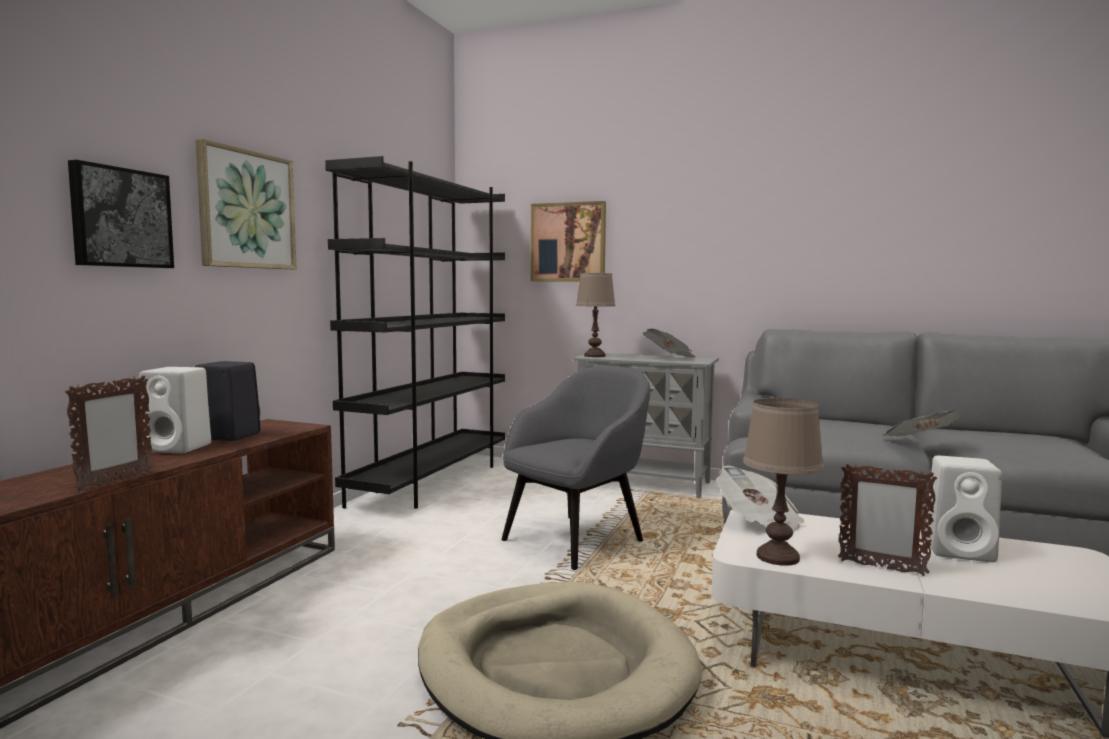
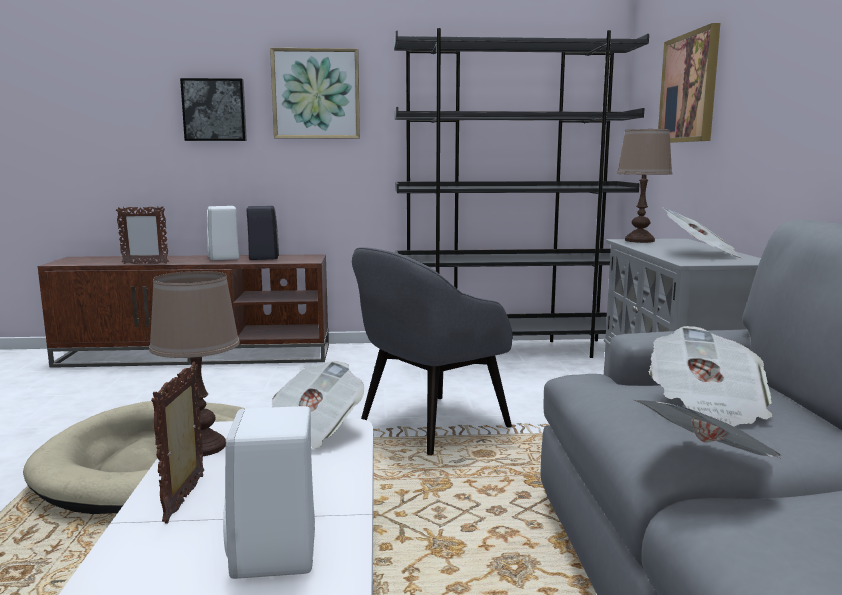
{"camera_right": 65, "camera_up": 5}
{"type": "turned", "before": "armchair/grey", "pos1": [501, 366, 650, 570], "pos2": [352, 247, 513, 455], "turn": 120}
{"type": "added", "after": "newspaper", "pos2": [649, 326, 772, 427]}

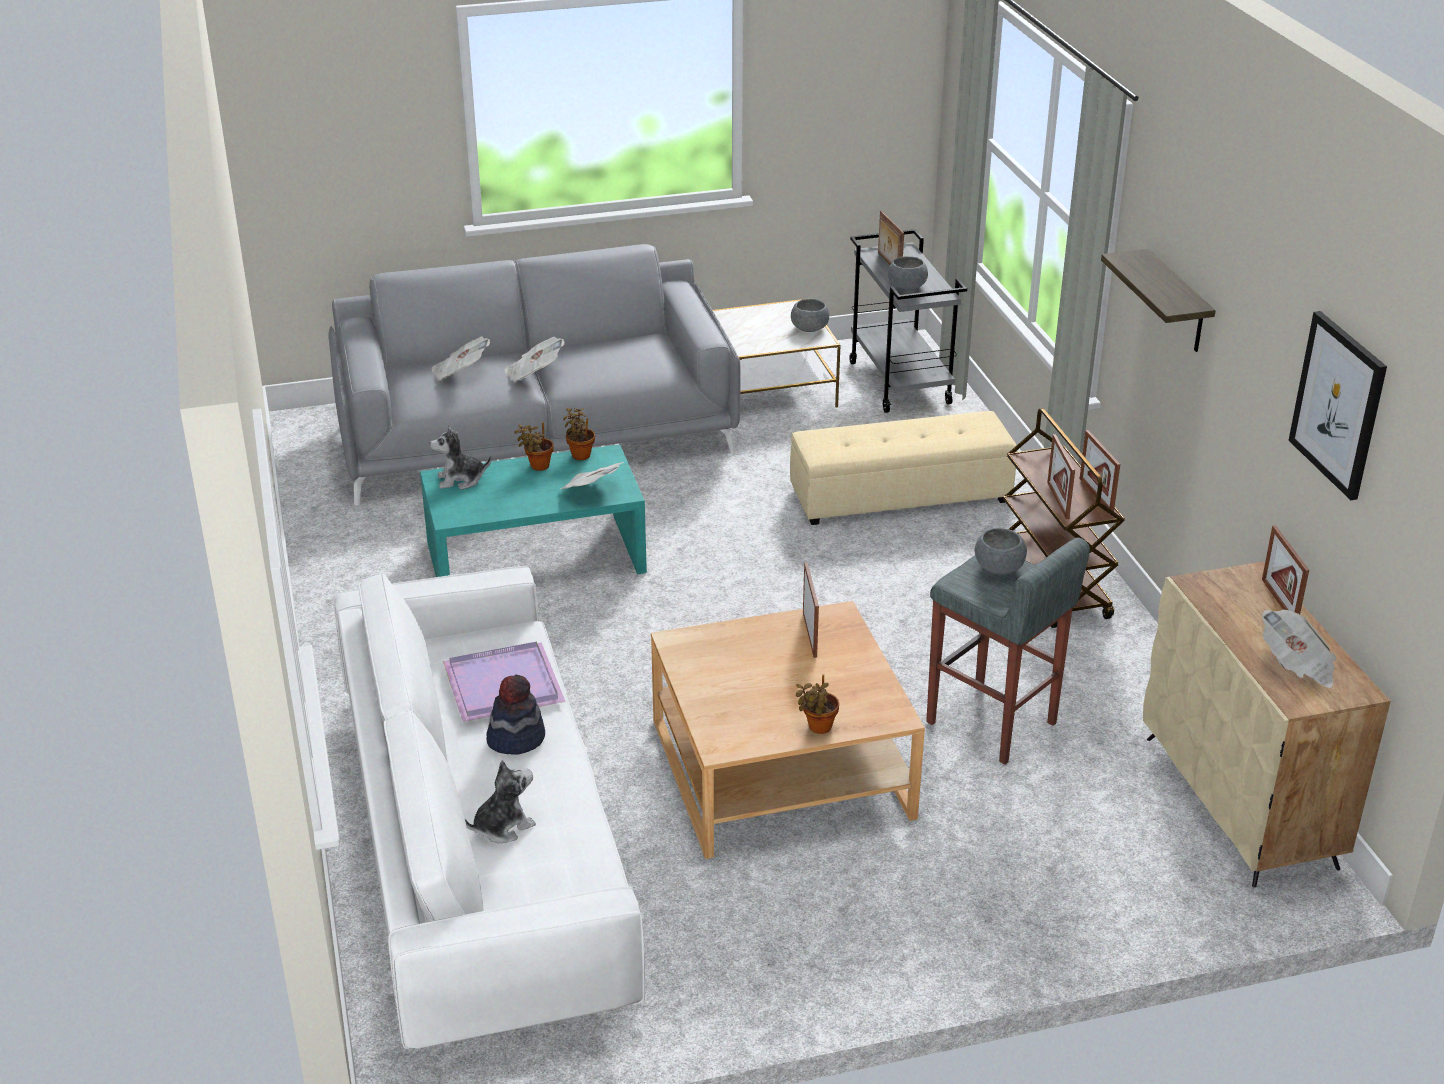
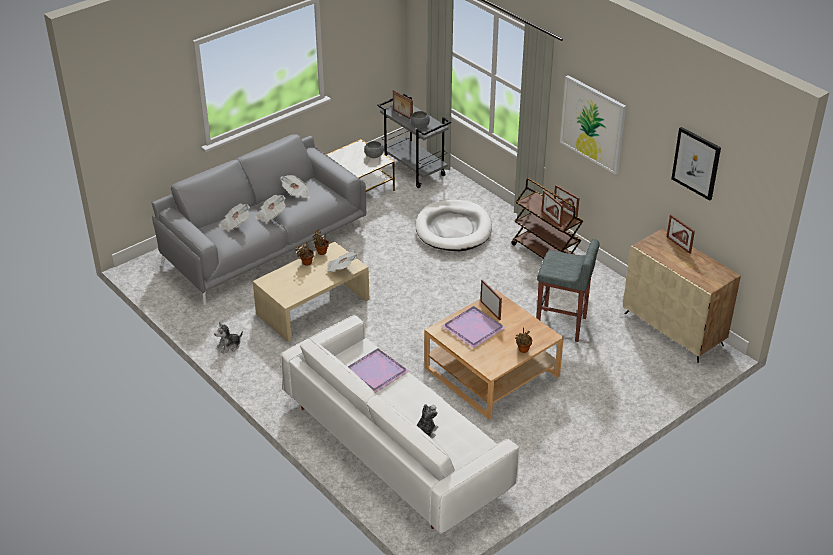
{"camera_right": -25, "camera_up": 5}
{"type": "replaced", "before": "shelf", "after": "picture", "pos1": [1101, 249, 1216, 352], "pos2": [560, 75, 626, 175]}
{"type": "replaced", "before": "ottoman/beige", "after": "dog bed/white", "pos1": [790, 411, 1017, 525], "pos2": [416, 200, 492, 251]}
{"type": "moved", "before": "plush toy", "pos1": [430, 425, 491, 490], "pos2": [214, 322, 243, 354]}
{"type": "recoloured", "before": "coffee table/turquoise", "after": "coffee table/beige", "pos1": [420, 444, 647, 577], "pos2": [253, 242, 369, 342]}
{"type": "removed", "before": "bowl/grey", "pos1": [975, 528, 1027, 575]}
{"type": "moved", "before": "newspaper", "pos1": [1262, 610, 1336, 688], "pos2": [280, 175, 310, 198]}
{"type": "removed", "before": "hat", "pos1": [486, 675, 545, 755]}
{"type": "added", "after": "tray/purple", "pos2": [442, 306, 506, 348]}

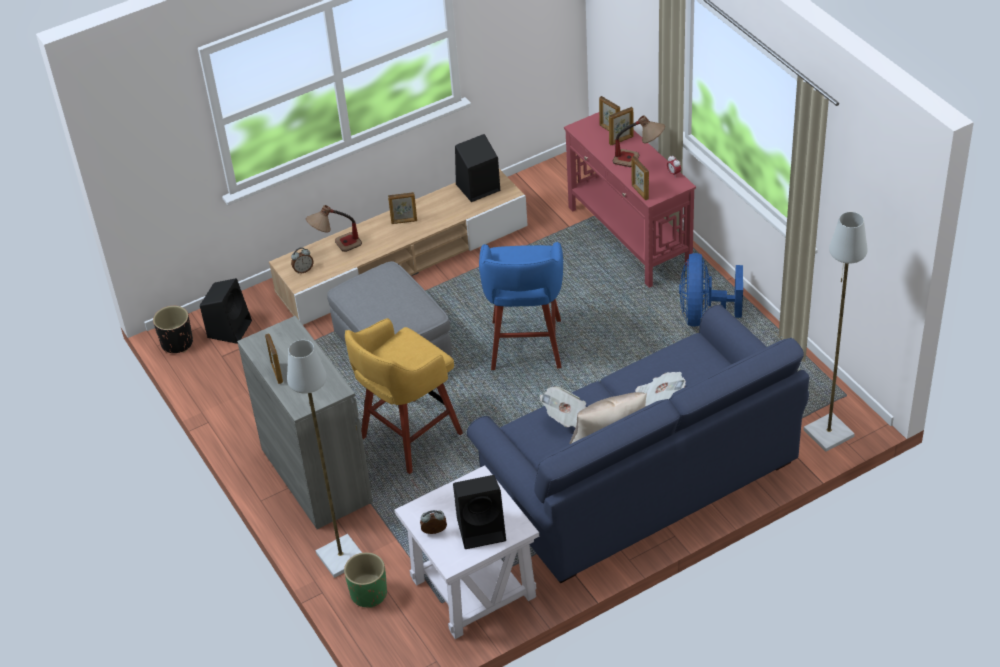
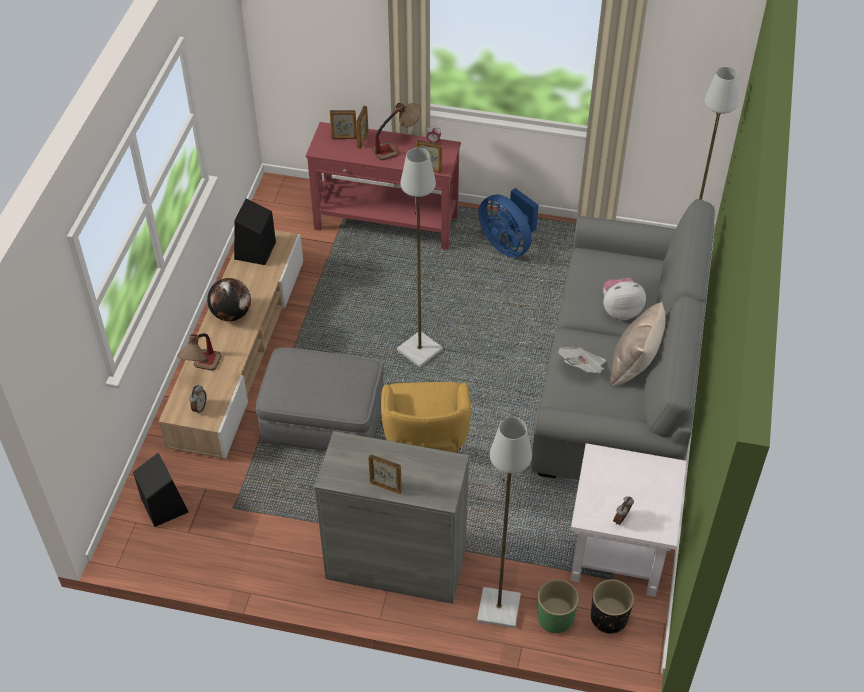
{"camera_right": -50, "camera_up": 5}
{"type": "replaced", "before": "picture frame", "after": "globe", "pos1": [388, 192, 417, 224], "pos2": [207, 278, 251, 322]}
{"type": "replaced", "before": "stool/blue", "after": "floor lamp/grey", "pos1": [479, 242, 563, 370], "pos2": [397, 148, 443, 367]}
{"type": "recoloured", "before": "sofa/blue", "after": "sofa/grey", "pos1": [467, 305, 809, 583], "pos2": [531, 199, 715, 480]}
{"type": "moved", "before": "planter/black", "pos1": [153, 306, 193, 353], "pos2": [591, 579, 634, 634]}
{"type": "replaced", "before": "newspaper", "after": "plush toy", "pos1": [635, 372, 686, 407], "pos2": [603, 278, 646, 320]}
{"type": "removed", "before": "speaker/black", "pos1": [453, 475, 506, 549]}

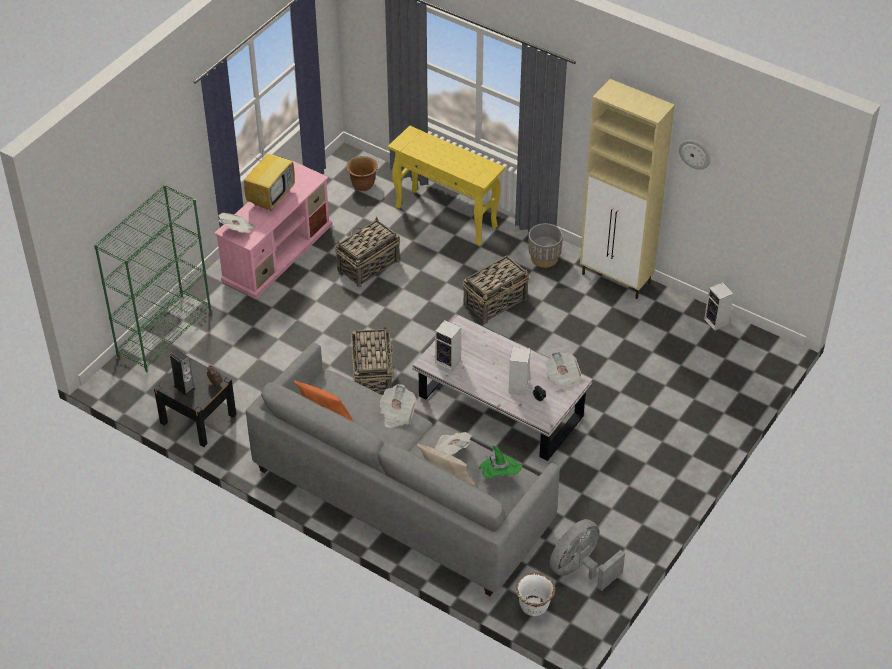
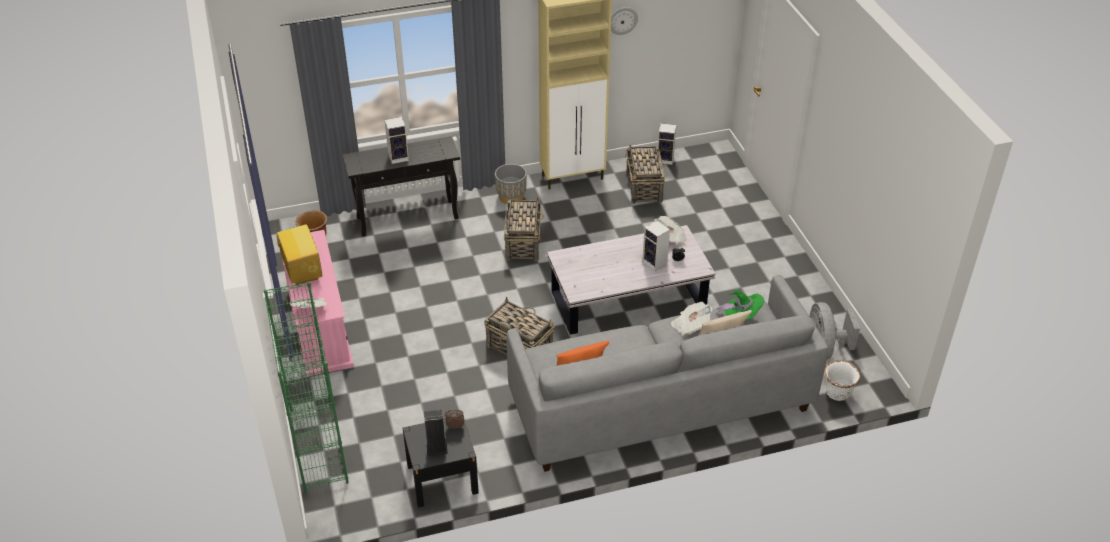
{"camera_right": -50, "camera_up": -5}
{"type": "recoloured", "before": "console table/yellow", "after": "console table/black", "pos1": [388, 126, 505, 246], "pos2": [342, 136, 460, 236]}
{"type": "moved", "before": "basket", "pos1": [335, 216, 400, 287], "pos2": [625, 145, 665, 204]}
{"type": "moved", "before": "speaker", "pos1": [435, 320, 461, 371], "pos2": [384, 117, 409, 164]}
{"type": "removed", "before": "newspaper", "pos1": [379, 384, 417, 428]}

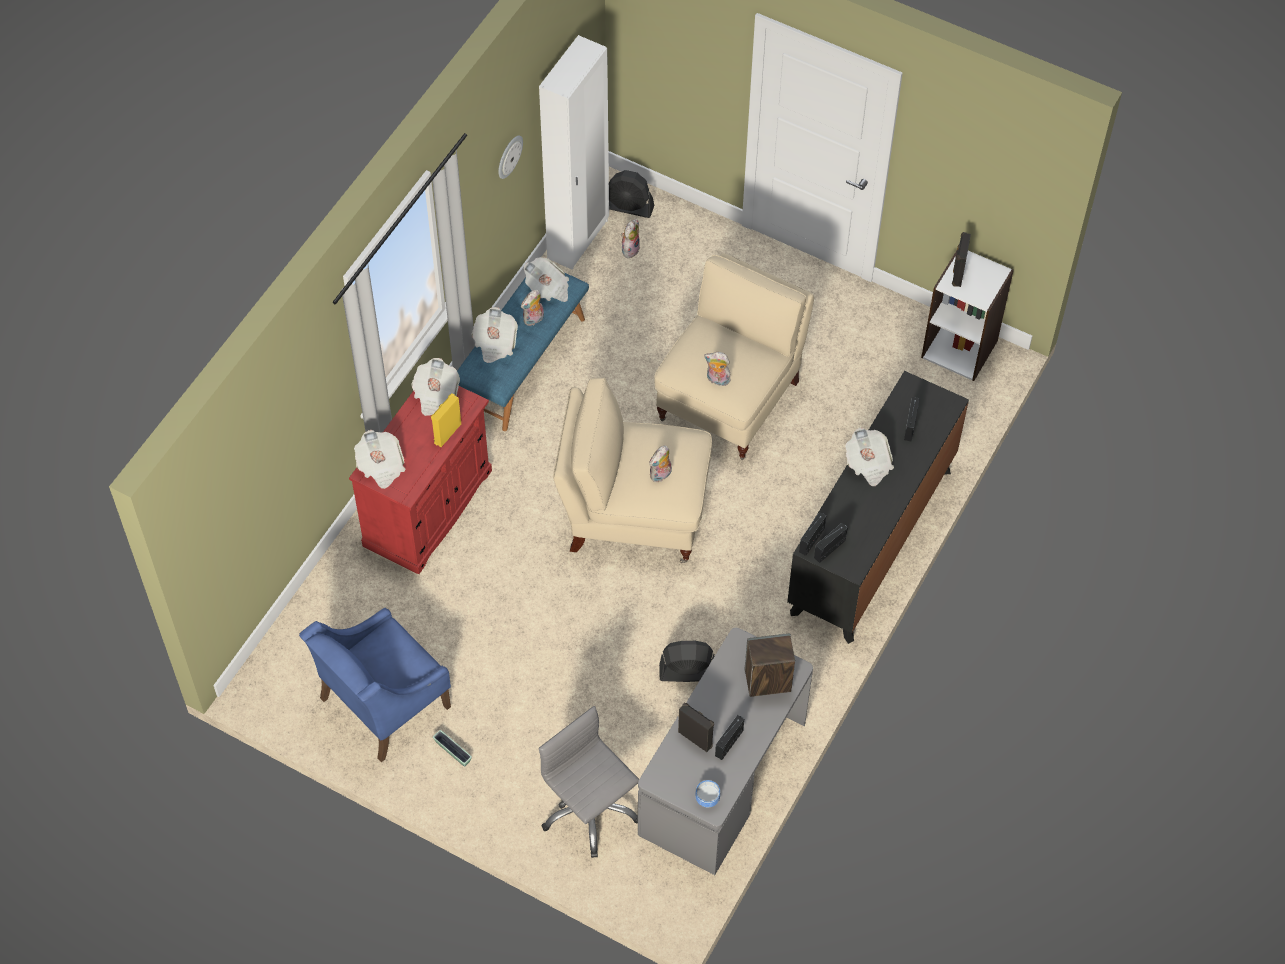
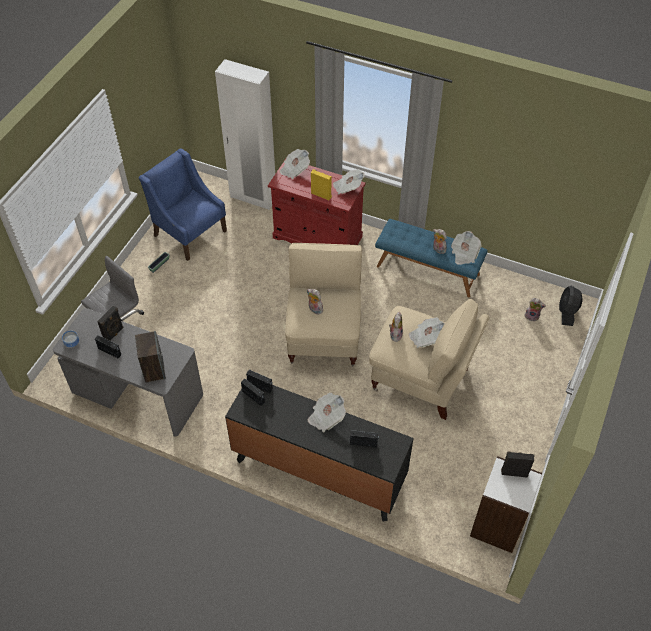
{"camera_right": 85, "camera_up": -5}
{"type": "moved", "before": "wardrobe/white", "pos1": [539, 35, 609, 270], "pos2": [215, 59, 275, 210]}
{"type": "removed", "before": "wall clock", "pos1": [498, 136, 523, 179]}
{"type": "moved", "before": "newspaper", "pos1": [471, 307, 518, 363], "pos2": [409, 317, 445, 348]}
{"type": "removed", "before": "fan/black", "pos1": [659, 641, 715, 682]}

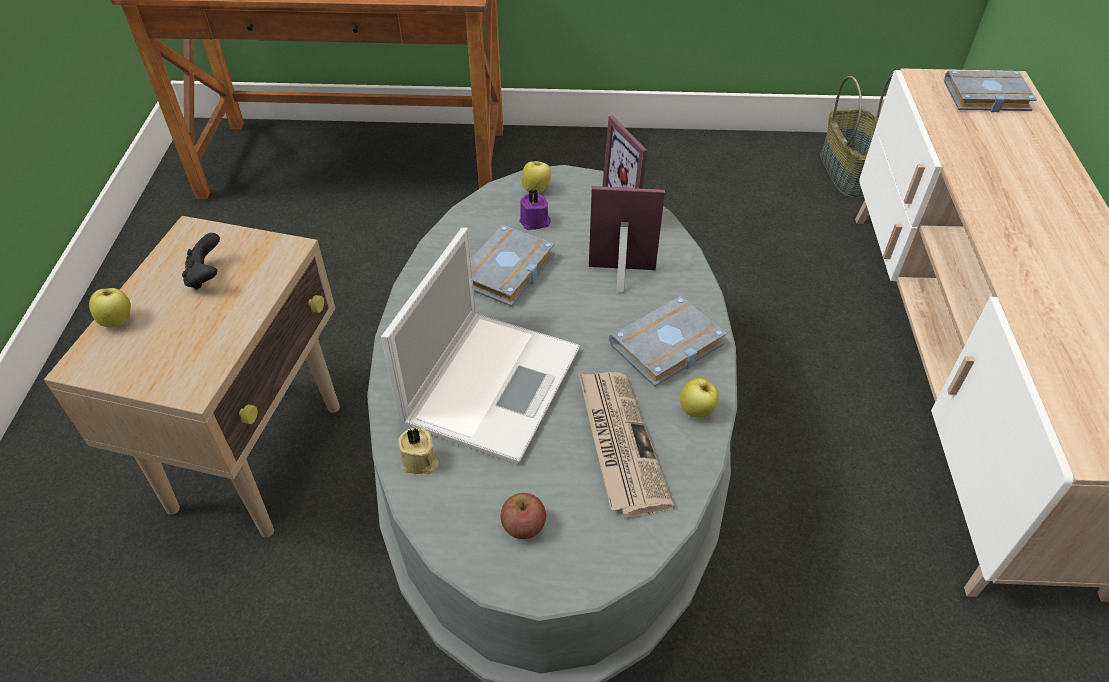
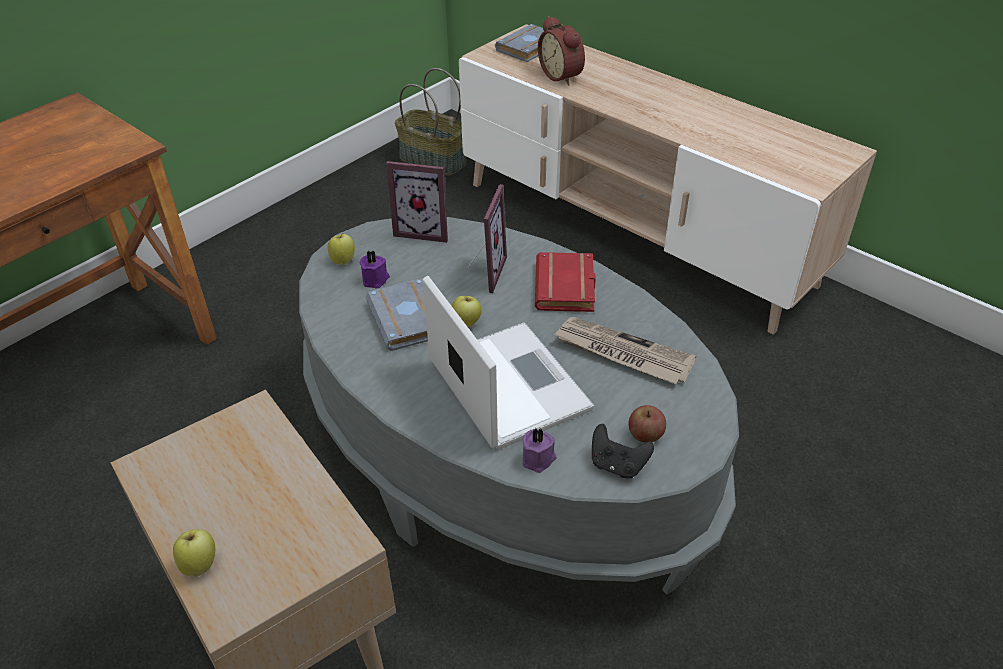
{"camera_right": -50, "camera_up": -5}
{"type": "turned", "before": "picture frame", "pos1": [589, 186, 665, 292], "pos2": [466, 184, 507, 293], "turn": 150}
{"type": "moved", "before": "game controller/black", "pos1": [182, 233, 220, 290], "pos2": [592, 424, 654, 479]}
{"type": "recoloured", "before": "book/grey", "after": "book/red", "pos1": [609, 296, 726, 387], "pos2": [535, 252, 596, 312]}
{"type": "moved", "before": "apple", "pos1": [680, 378, 719, 418], "pos2": [452, 296, 482, 327]}
{"type": "recoloured", "before": "candle/beige", "after": "candle/purple", "pos1": [398, 427, 438, 474], "pos2": [522, 428, 556, 473]}
{"type": "added", "after": "alarm clock", "pos2": [538, 16, 585, 85]}

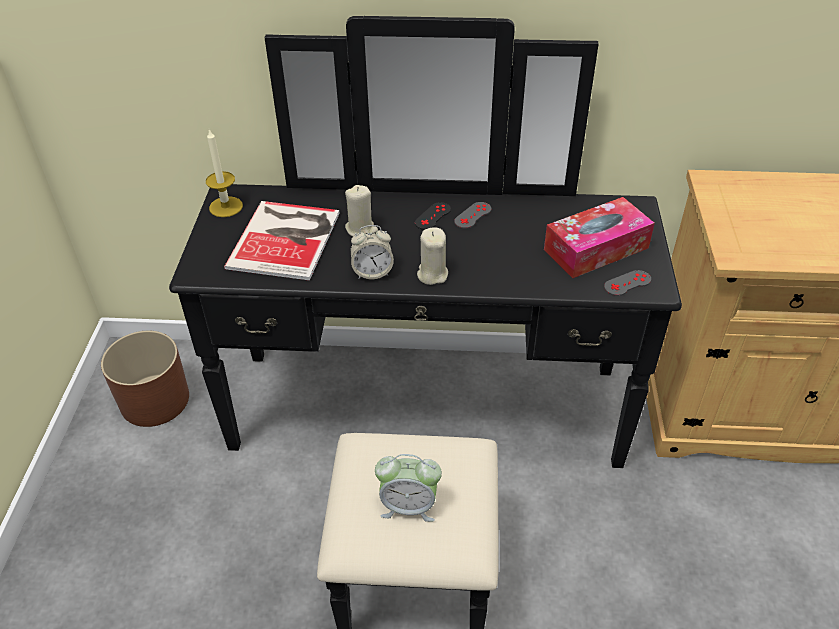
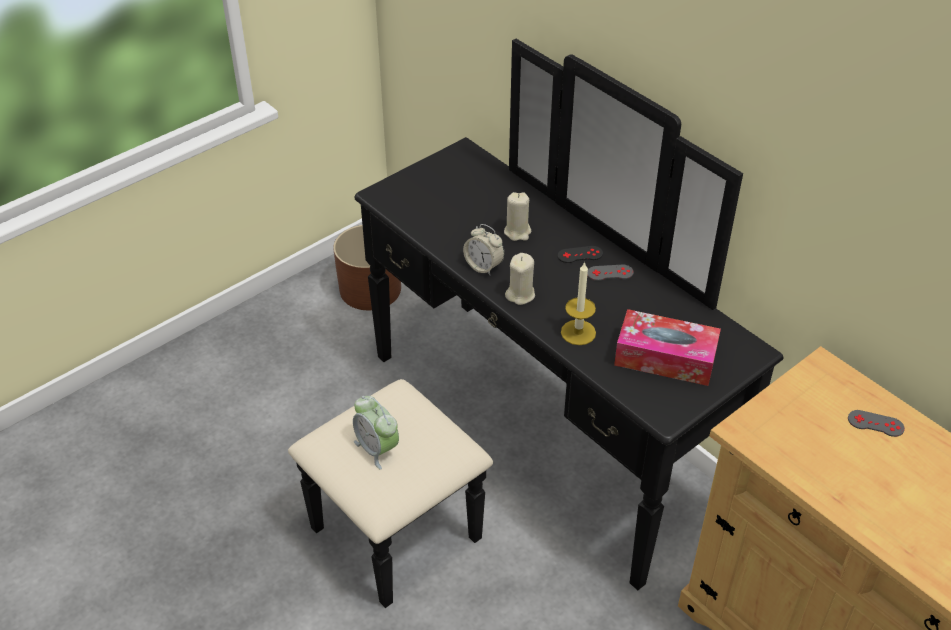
{"camera_right": 45, "camera_up": 0}
{"type": "moved", "before": "candle", "pos1": [206, 129, 243, 217], "pos2": [561, 262, 596, 345]}
{"type": "removed", "before": "book", "pos1": [224, 201, 340, 281]}
{"type": "moved", "before": "game controller/grey", "pos1": [604, 270, 651, 296], "pos2": [848, 410, 905, 437]}

